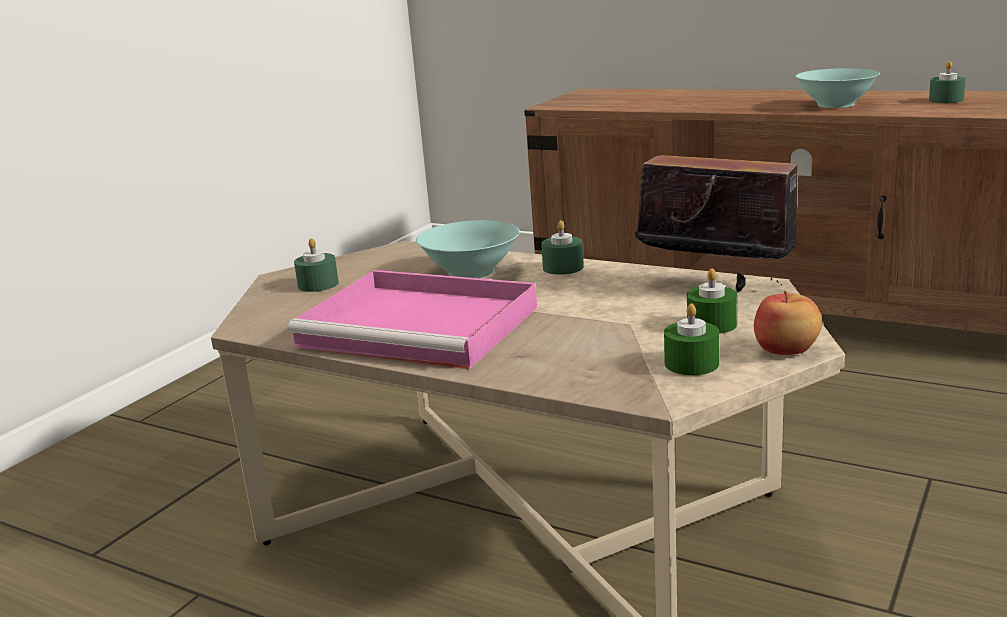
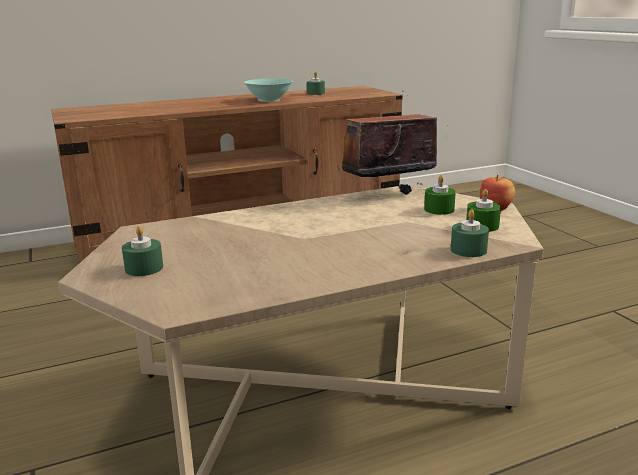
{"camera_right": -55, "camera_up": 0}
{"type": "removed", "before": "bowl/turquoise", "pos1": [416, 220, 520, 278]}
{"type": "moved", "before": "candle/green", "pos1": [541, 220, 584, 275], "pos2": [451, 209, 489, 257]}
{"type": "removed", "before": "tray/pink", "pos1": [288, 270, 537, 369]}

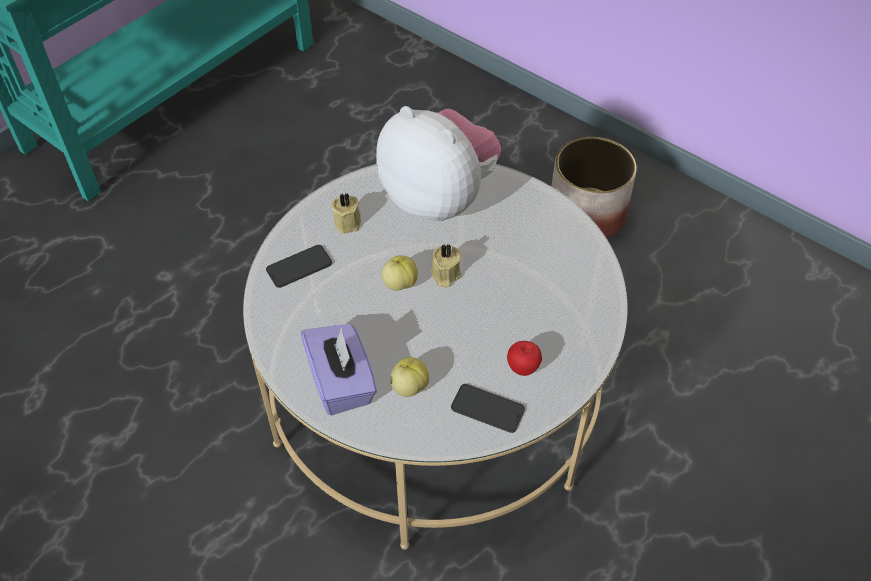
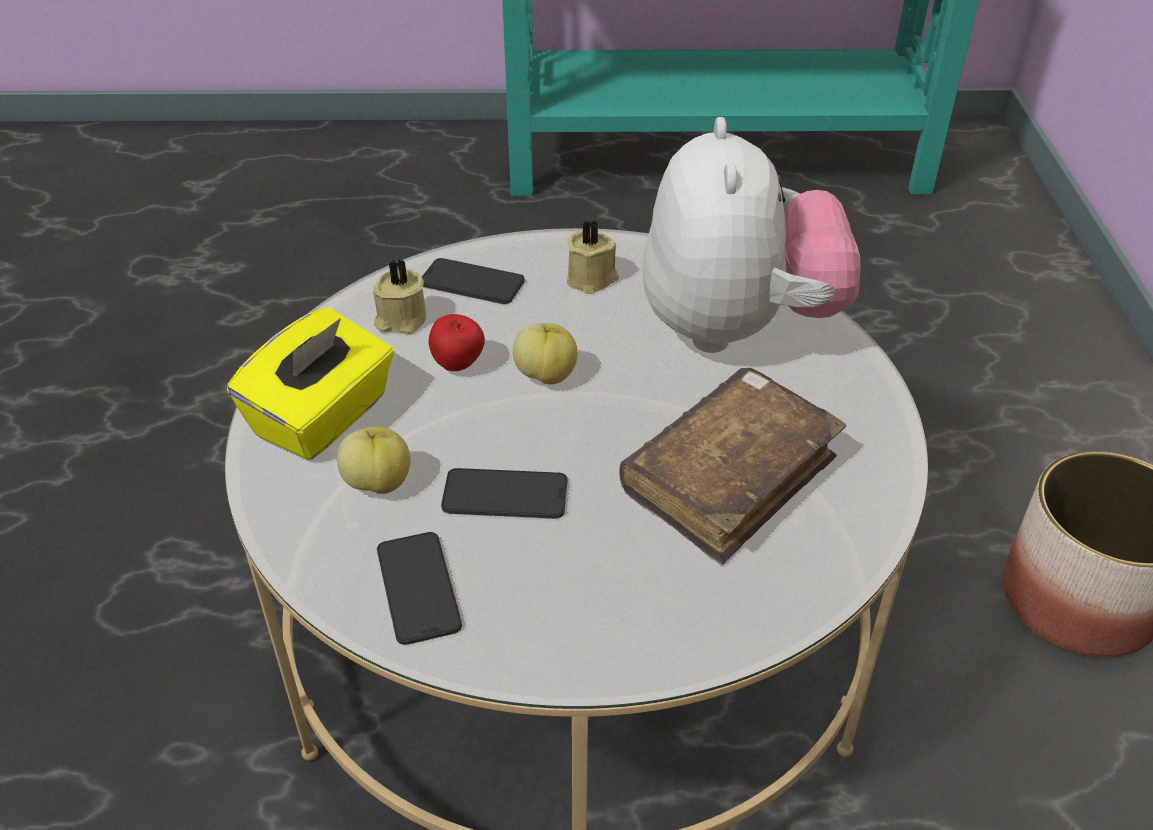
{"camera_right": 50, "camera_up": -10}
{"type": "moved", "before": "candle/beige", "pos1": [430, 244, 461, 287], "pos2": [373, 260, 426, 334]}
{"type": "recoloured", "before": "tissue box/purple", "after": "tissue box/yellow", "pos1": [301, 324, 377, 415], "pos2": [227, 307, 394, 460]}
{"type": "moved", "before": "apple", "pos1": [507, 341, 542, 376], "pos2": [429, 314, 485, 371]}
{"type": "added", "after": "book/brown", "pos2": [619, 368, 846, 565]}
{"type": "added", "after": "phone", "pos2": [441, 468, 567, 518]}

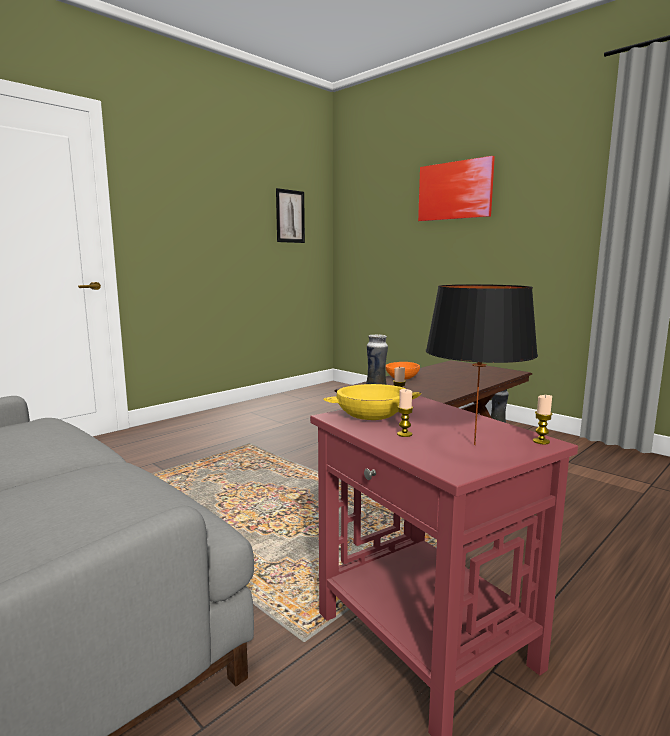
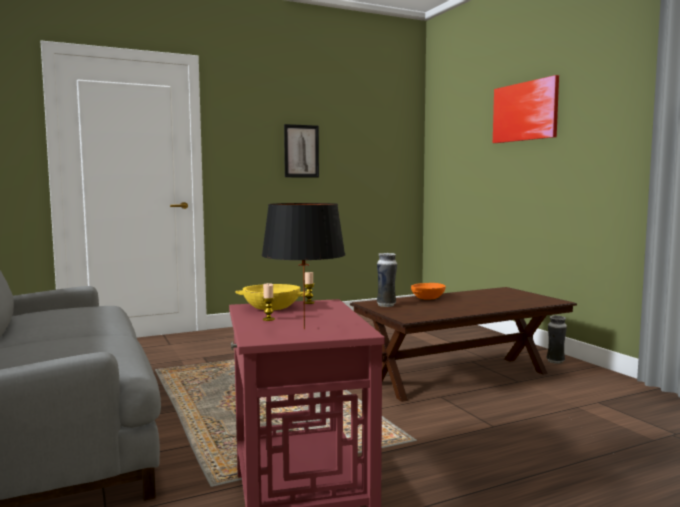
{"camera_right": 20, "camera_up": -5}
{"type": "moved", "before": "picture", "pos1": [276, 188, 305, 243], "pos2": [284, 124, 319, 178]}
{"type": "removed", "before": "candle", "pos1": [533, 395, 553, 444]}

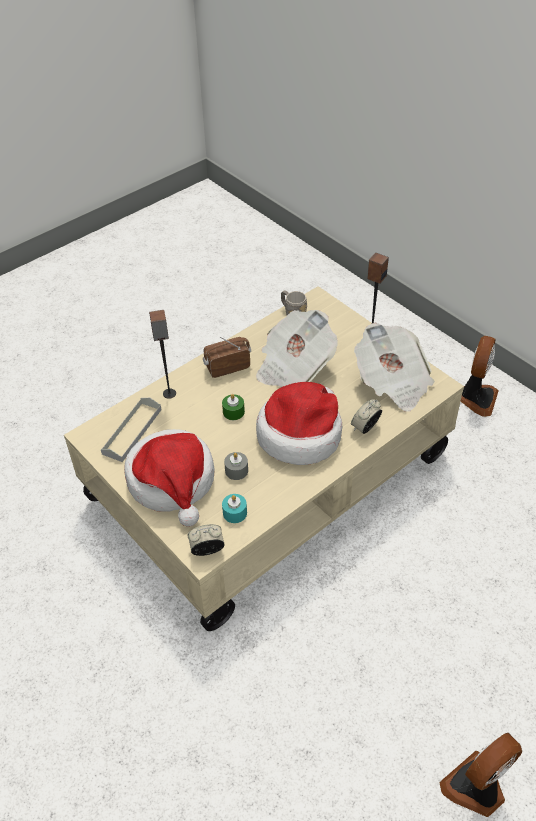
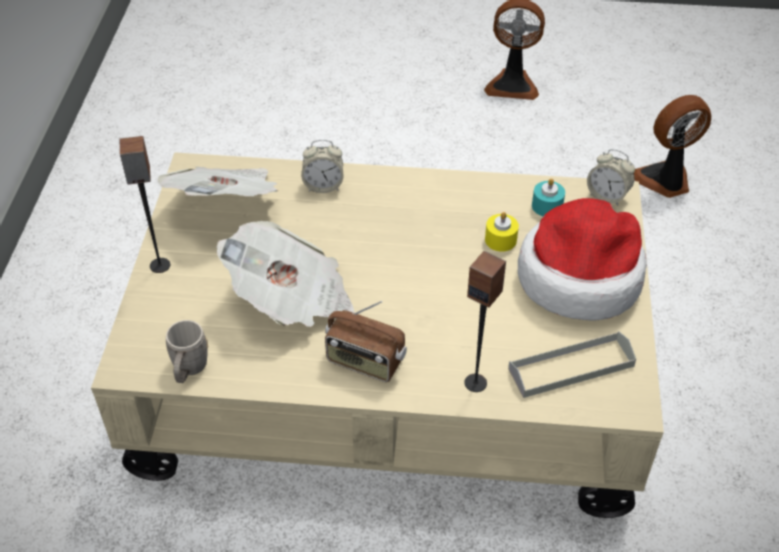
{"camera_right": -135, "camera_up": 0}
{"type": "moved", "before": "fan", "pos1": [460, 336, 499, 417], "pos2": [634, 95, 711, 198]}
{"type": "removed", "before": "hat", "pos1": [256, 382, 342, 465]}
{"type": "removed", "before": "candle/green", "pos1": [222, 394, 245, 420]}
{"type": "recoloured", "before": "candle/grey", "after": "candle/yellow", "pos1": [224, 452, 248, 480], "pos2": [485, 212, 519, 252]}

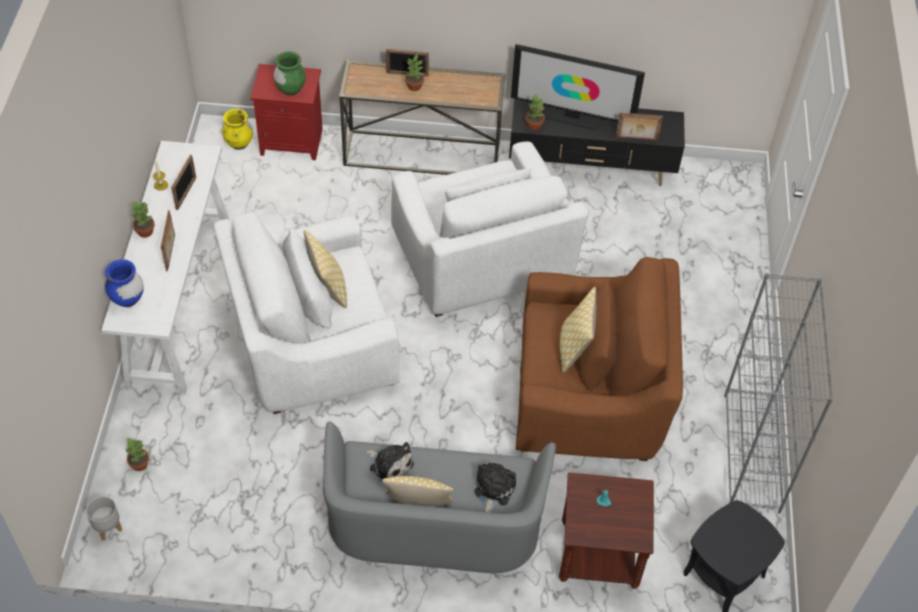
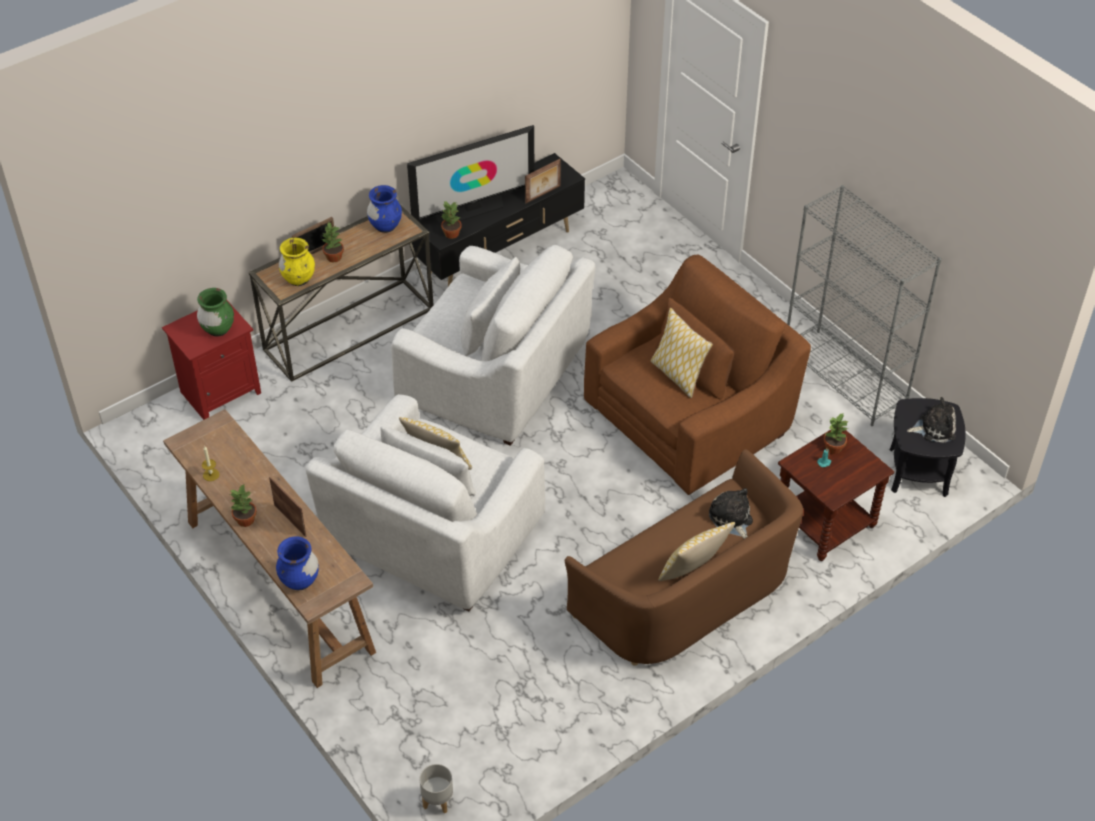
{"camera_right": -40, "camera_up": -5}
{"type": "moved", "before": "vase/yellow", "pos1": [222, 109, 253, 150], "pos2": [279, 238, 315, 286]}
{"type": "recoloured", "before": "console table/white", "after": "console table/brown", "pos1": [101, 141, 229, 395], "pos2": [163, 409, 376, 688]}
{"type": "removed", "before": "picture frame", "pos1": [171, 155, 196, 210]}
{"type": "recoloured", "before": "sofa/grey", "after": "sofa/brown", "pos1": [323, 422, 556, 573], "pos2": [565, 449, 803, 666]}
{"type": "moved", "before": "potted plant", "pos1": [125, 437, 149, 471], "pos2": [824, 414, 849, 454]}
{"type": "moved", "before": "plush toy", "pos1": [366, 442, 414, 481], "pos2": [907, 397, 956, 443]}
{"type": "added", "after": "vase/blue", "pos2": [367, 185, 402, 233]}

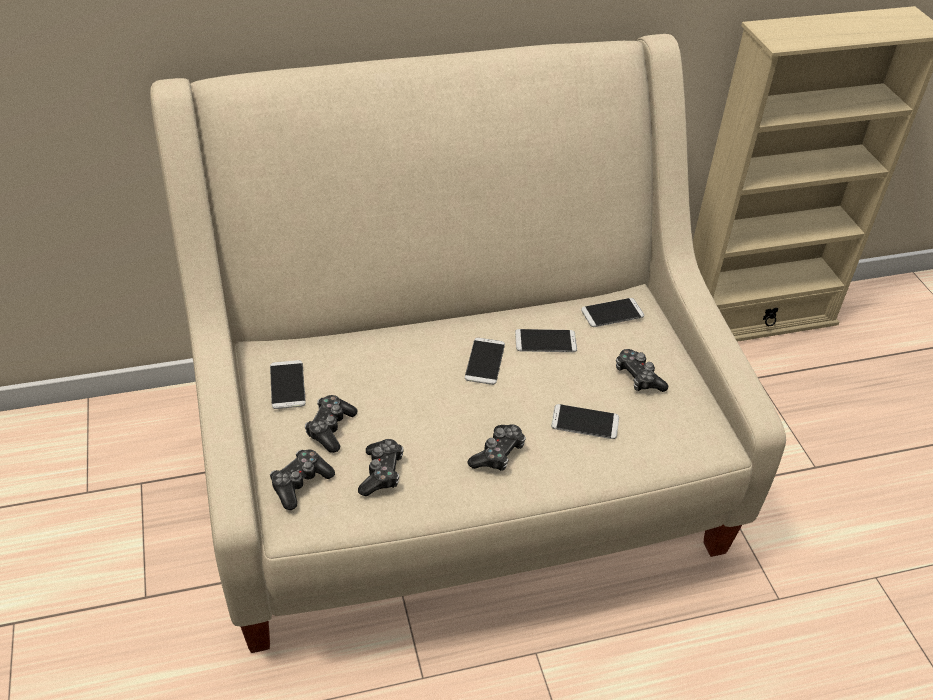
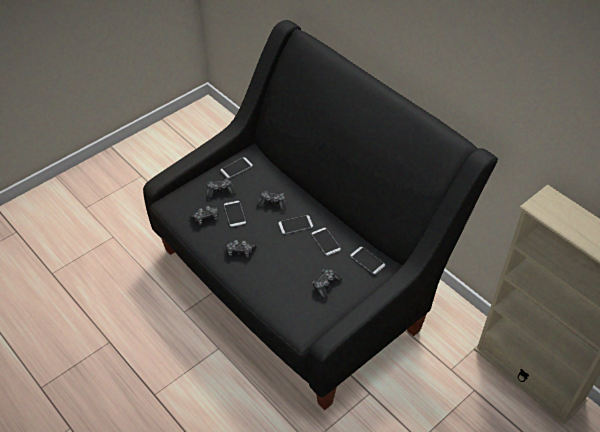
{"camera_right": 65, "camera_up": 5}
{"type": "recoloured", "before": "sofa/beige", "after": "sofa/black", "pos1": [150, 34, 786, 653], "pos2": [143, 20, 498, 410]}
{"type": "moved", "before": "phone", "pos1": [551, 404, 619, 439], "pos2": [224, 201, 246, 227]}
{"type": "moved", "before": "game controller", "pos1": [270, 450, 335, 510], "pos2": [257, 191, 286, 212]}

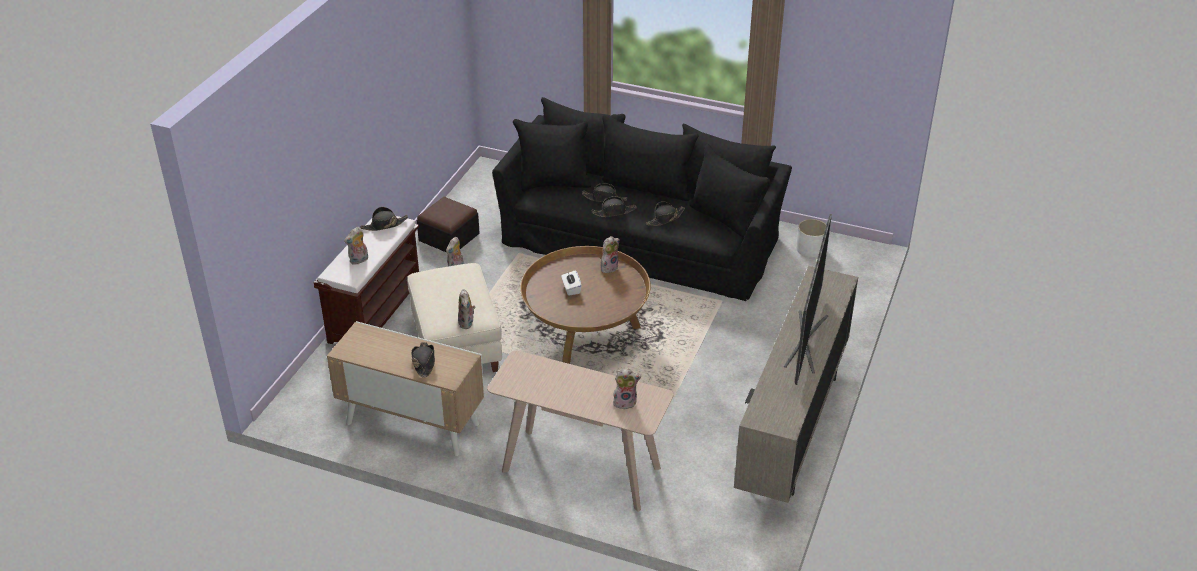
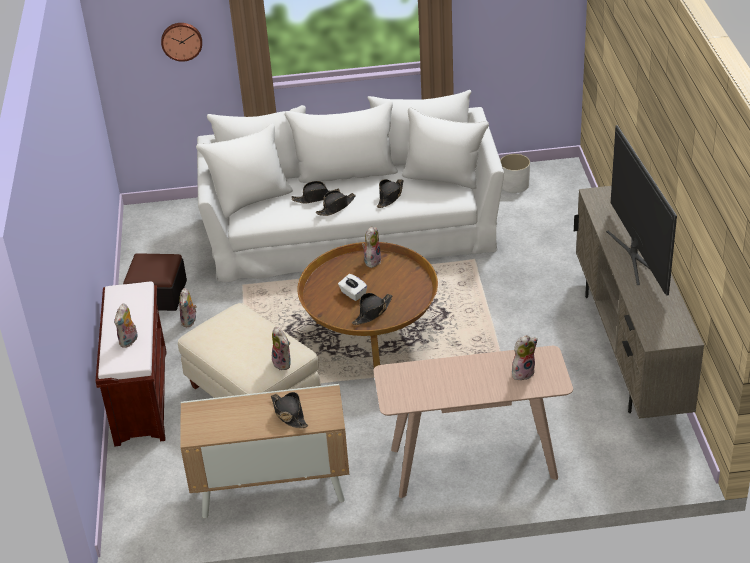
{"camera_right": -25, "camera_up": 0}
{"type": "recoloured", "before": "sofa/black", "after": "sofa/white", "pos1": [492, 97, 792, 301], "pos2": [196, 90, 504, 282]}
{"type": "moved", "before": "hat/black", "pos1": [360, 207, 408, 231], "pos2": [352, 293, 392, 325]}
{"type": "added", "after": "wall clock", "pos2": [161, 23, 202, 62]}

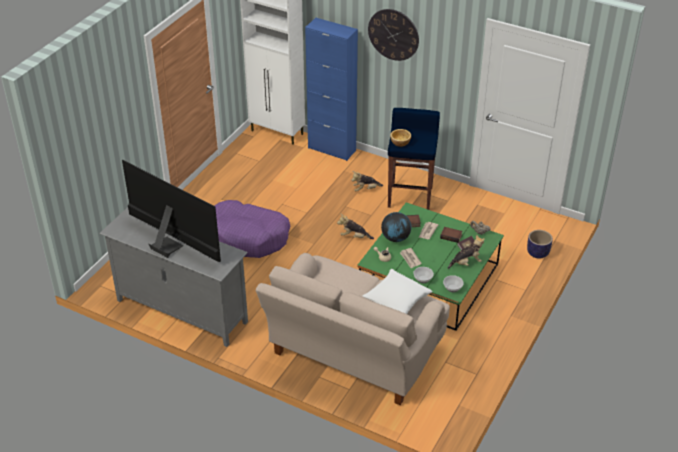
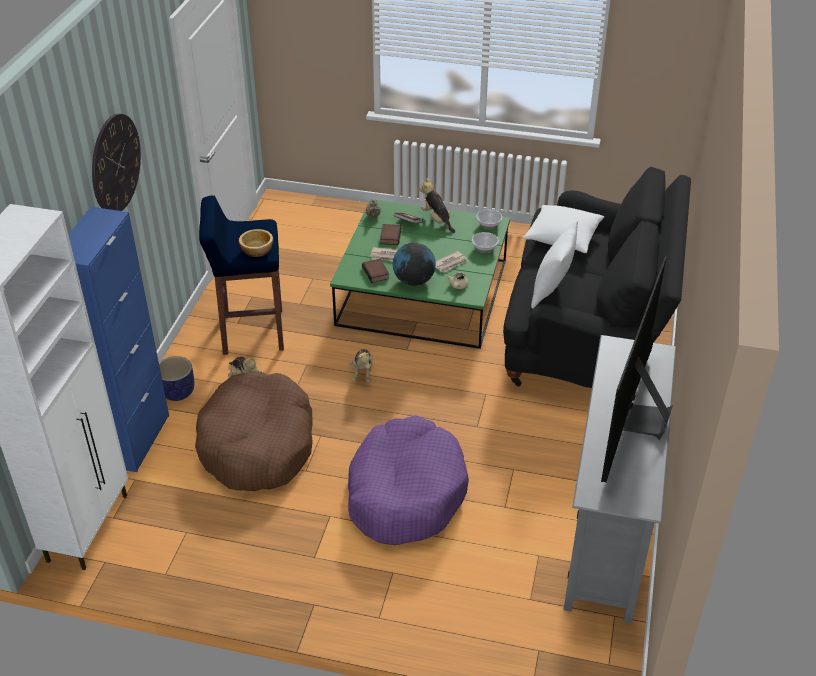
{"camera_right": -105, "camera_up": 0}
{"type": "moved", "before": "planter", "pos1": [527, 230, 553, 259], "pos2": [159, 356, 194, 401]}
{"type": "recoloured", "before": "sofa/beige", "after": "sofa/black", "pos1": [256, 253, 450, 405], "pos2": [503, 167, 691, 388]}
{"type": "added", "after": "pillow/white", "pos2": [531, 220, 578, 309]}
{"type": "added", "after": "dog bed/brown", "pos2": [195, 371, 313, 491]}

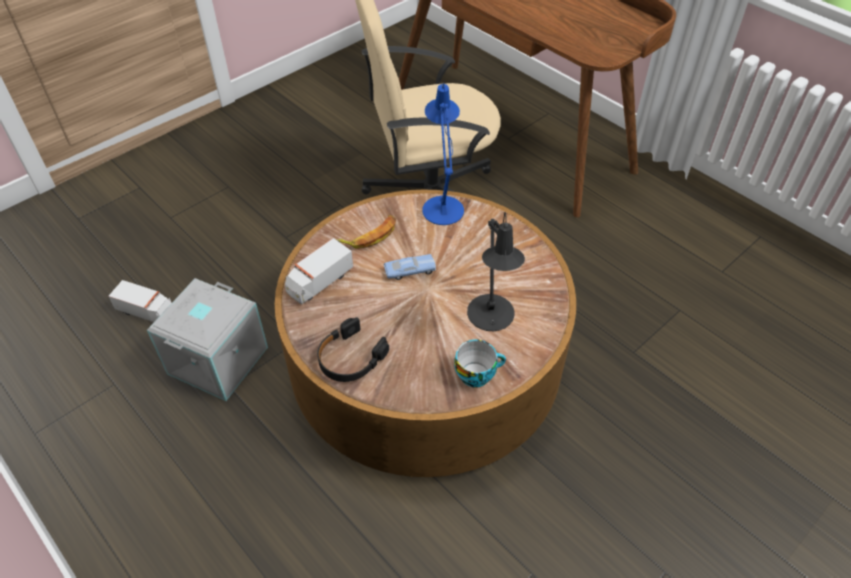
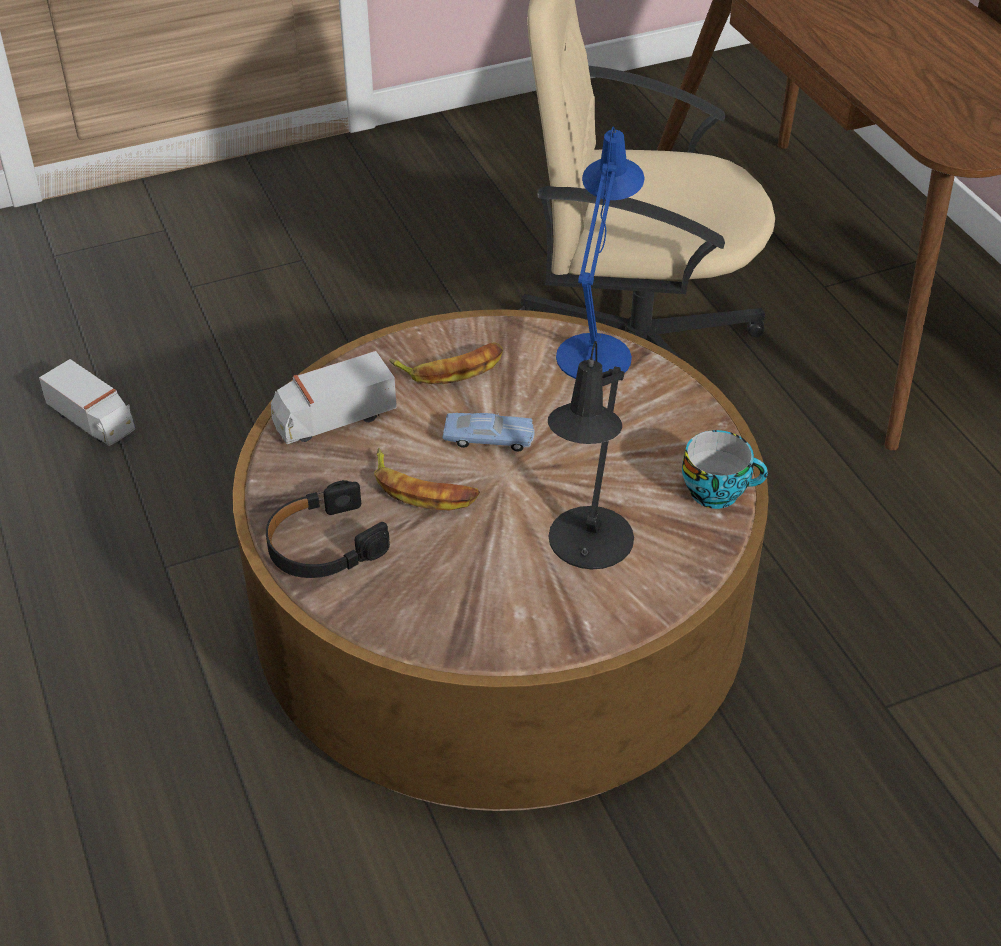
{"camera_right": 20, "camera_up": -5}
{"type": "removed", "before": "storage box/grey", "pos1": [147, 278, 268, 401]}
{"type": "moved", "before": "cup", "pos1": [454, 340, 506, 388], "pos2": [682, 430, 768, 509]}
{"type": "added", "after": "banana", "pos2": [374, 448, 480, 510]}

